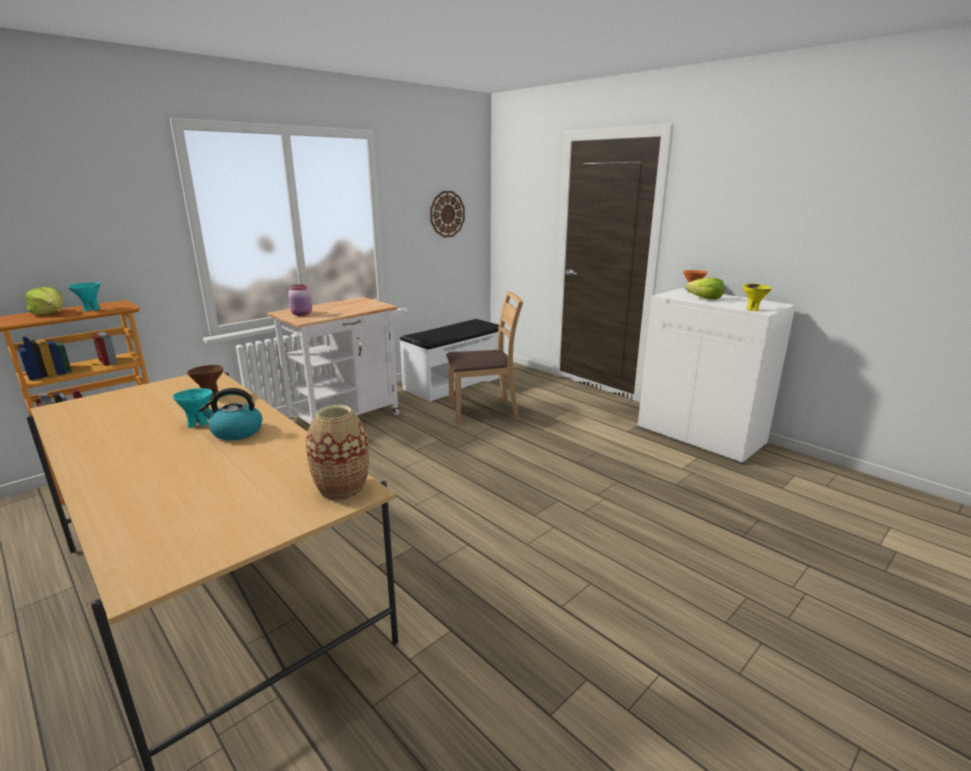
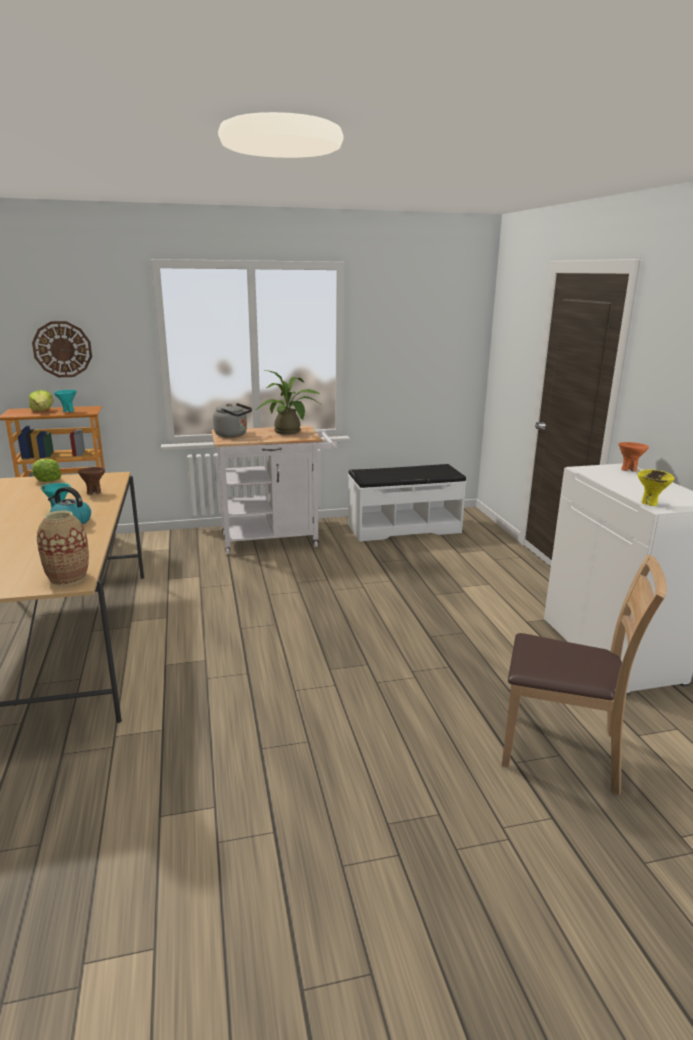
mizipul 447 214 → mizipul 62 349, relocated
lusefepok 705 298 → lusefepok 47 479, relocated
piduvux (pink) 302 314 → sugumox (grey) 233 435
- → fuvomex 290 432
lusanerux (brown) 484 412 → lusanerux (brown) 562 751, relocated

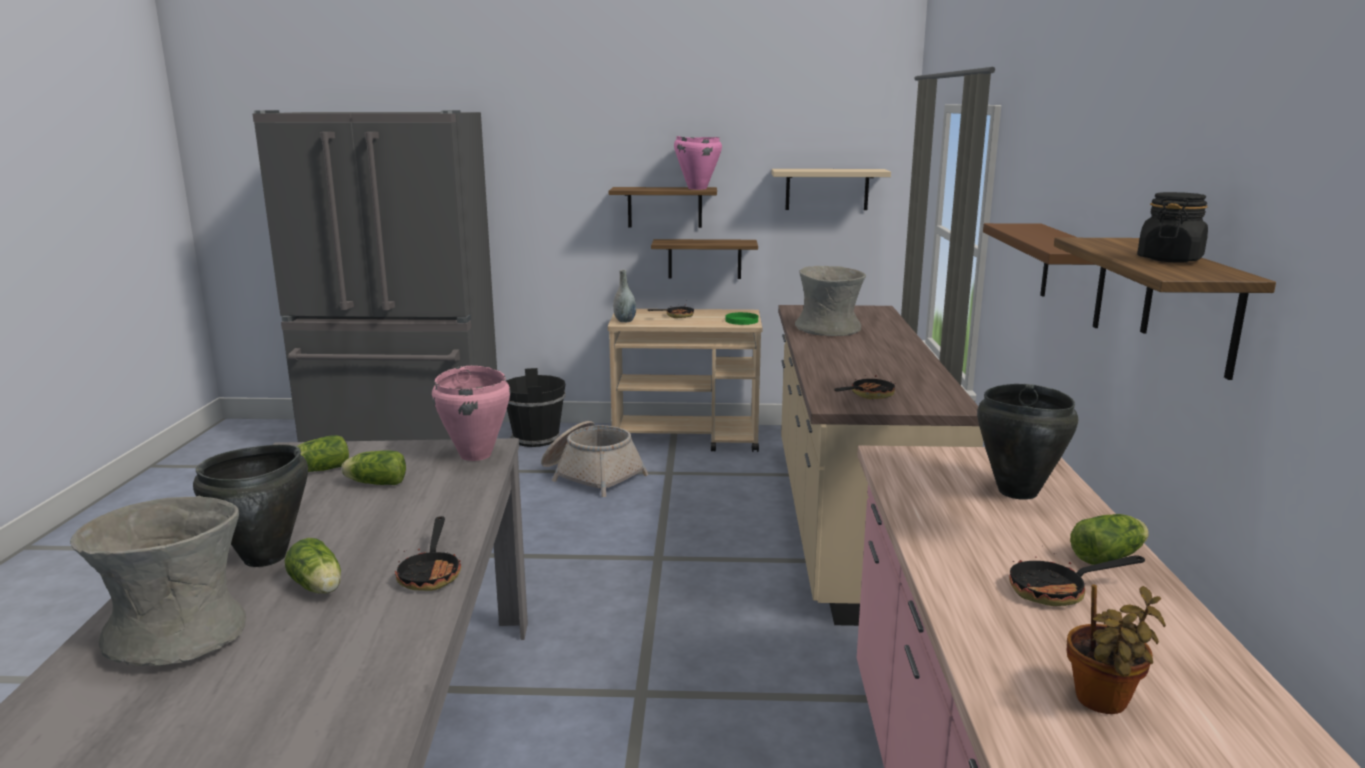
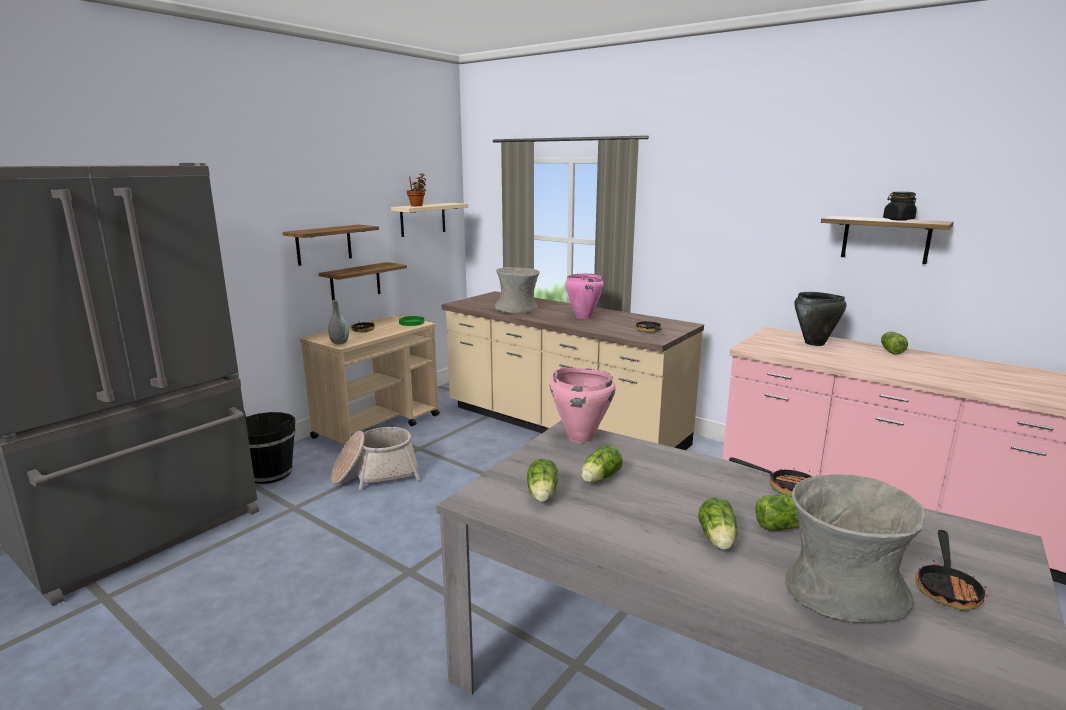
fuvomex 1103 703 → fuvomex 417 206, relocated
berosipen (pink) 697 188 → berosipen (pink) 583 316, relocated
berosipen (black) 265 558 → lusefepok 717 540
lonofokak 1057 591 → lonofokak 947 587, relocated
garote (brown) 1072 274 → -

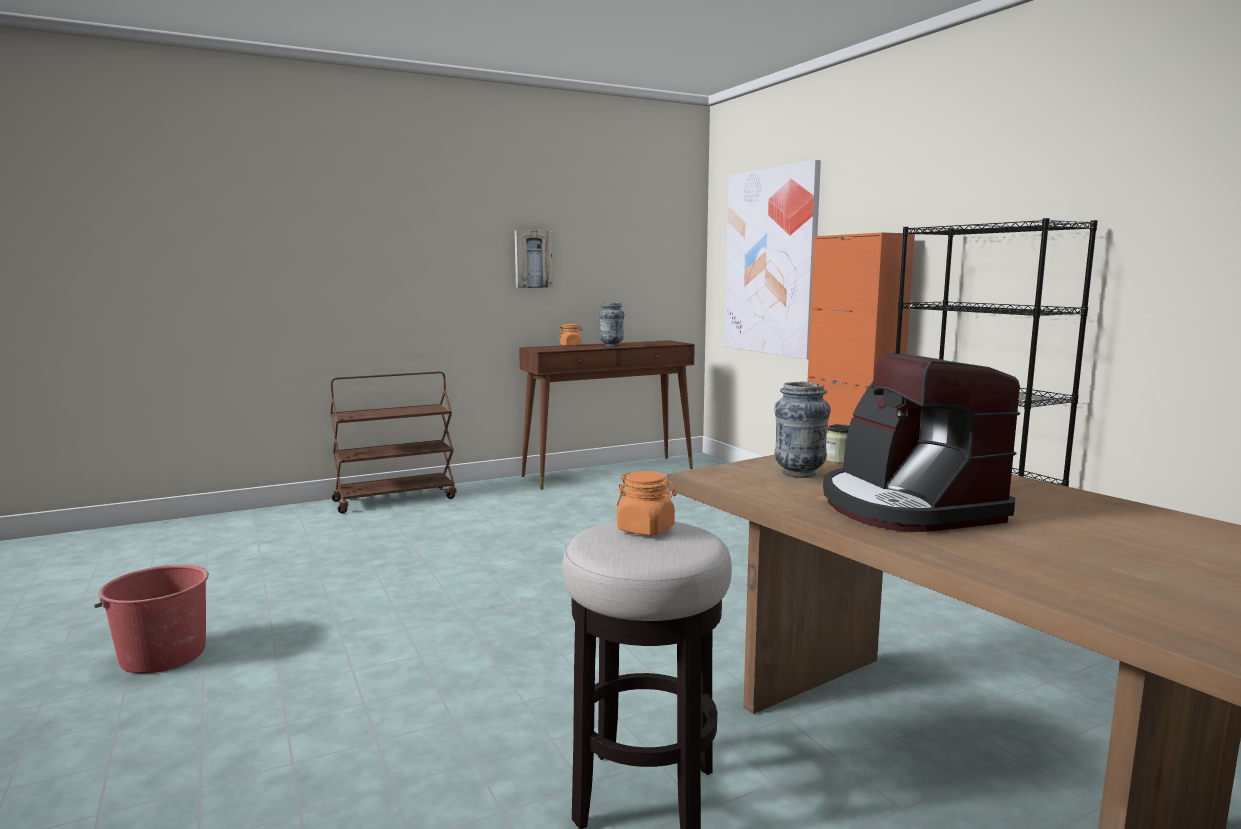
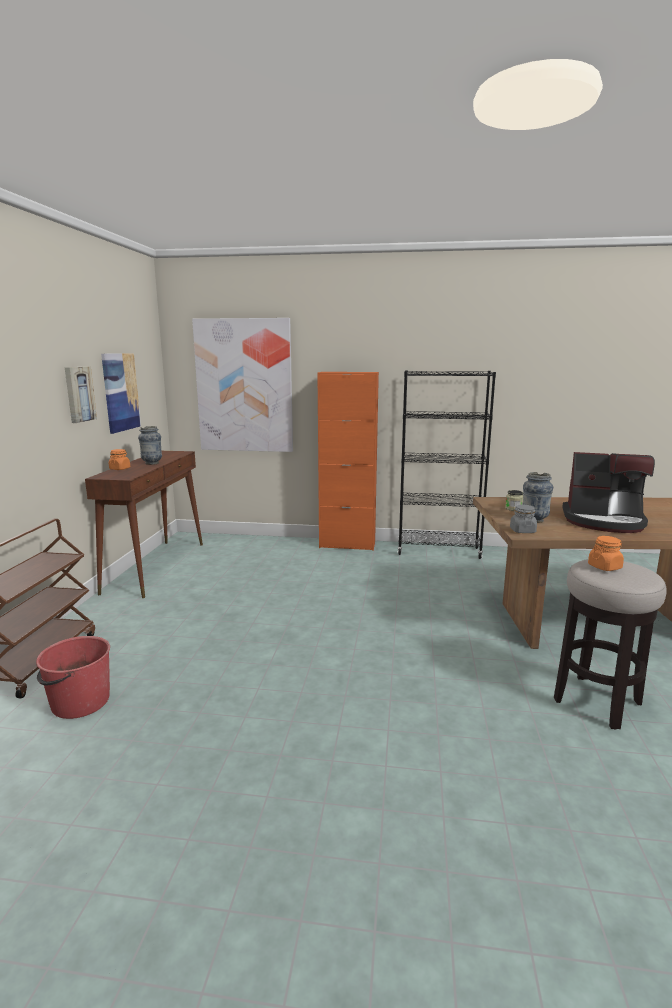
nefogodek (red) 162 655 → nefogodek (red) 79 702, relocated
- → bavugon 120 392
- → piduvux (grey) 522 531

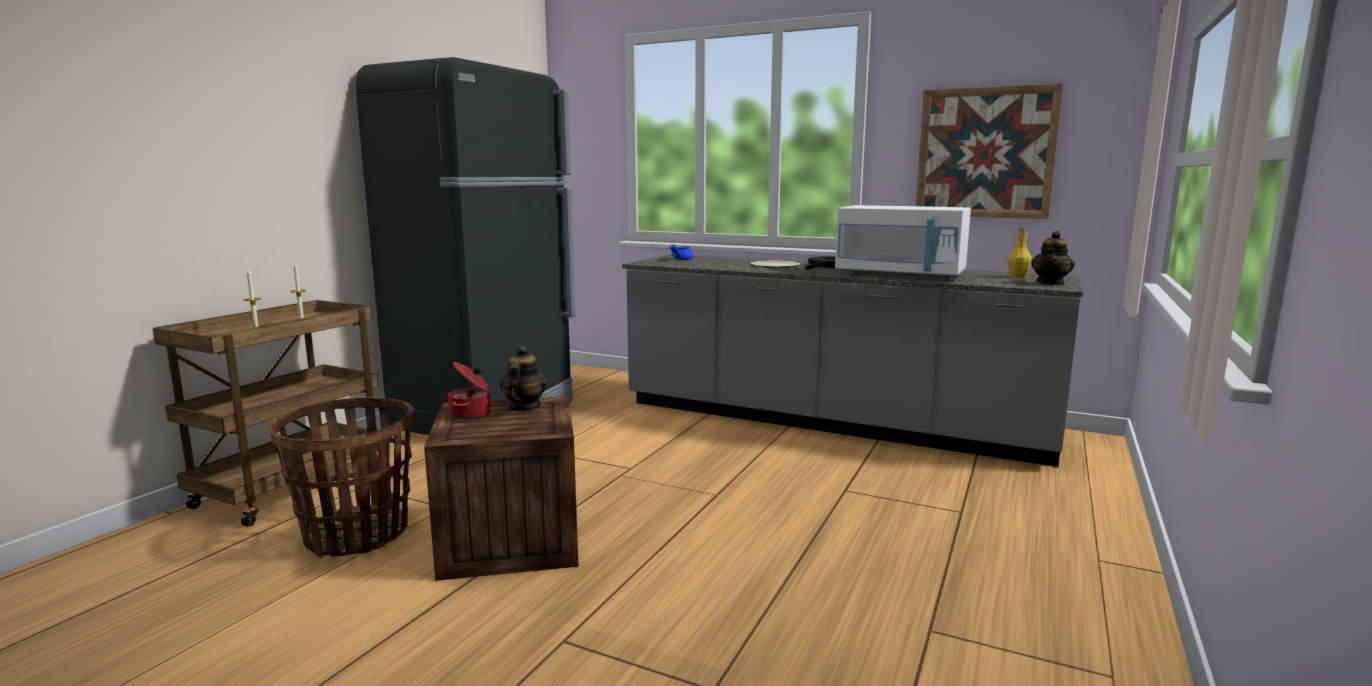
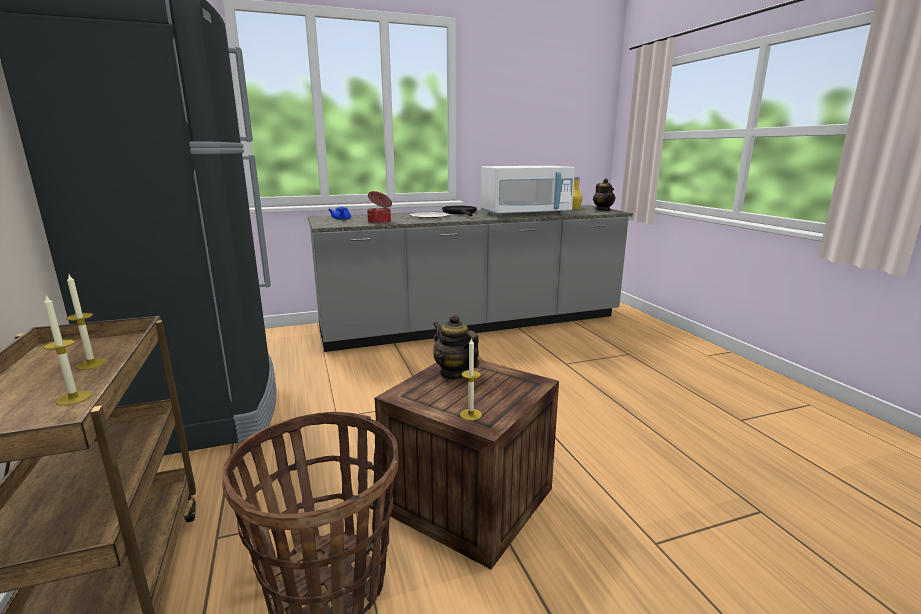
berosipen 471 414 → berosipen 380 222, relocated
- → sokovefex 470 414
bavugon 985 153 → -

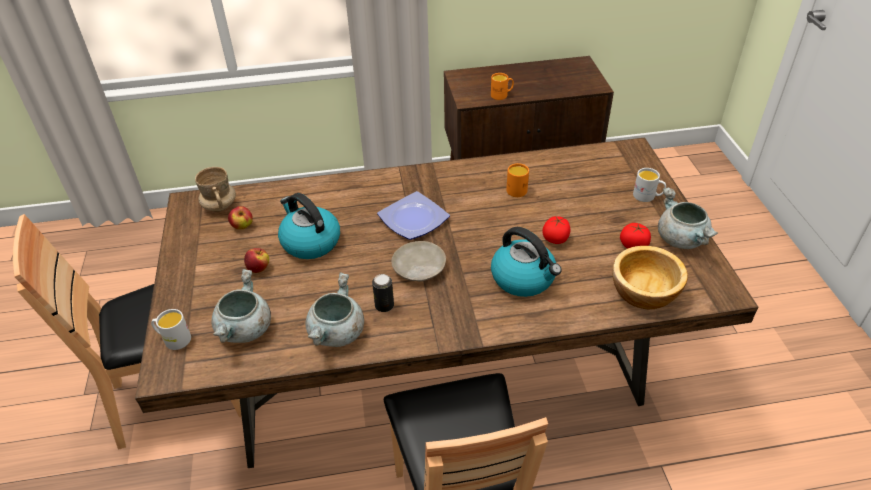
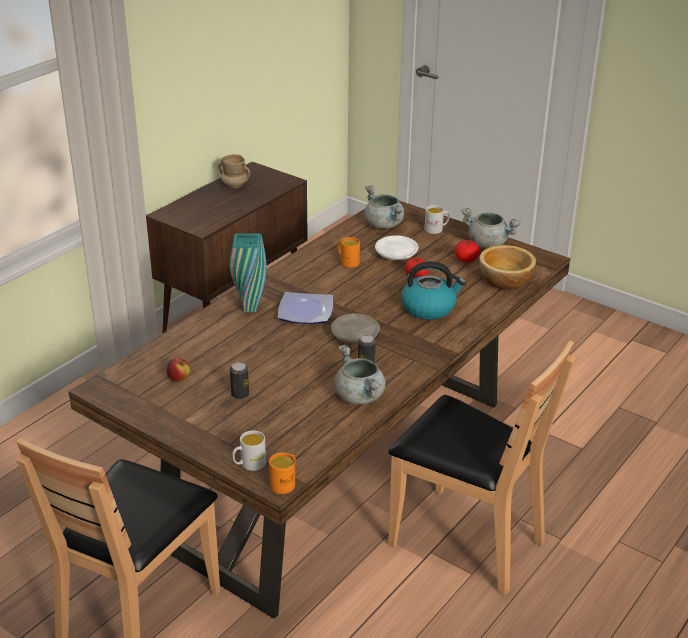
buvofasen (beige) 220 206 → buvofasen (beige) 235 185, relocated
- → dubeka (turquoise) 250 308
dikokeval 259 268 → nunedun 240 395
buvofasen (orange) 502 95 → buvofasen (orange) 285 483, relocated
berosipen (grey) 245 330 → berosipen (grey) 384 225, relocated
- → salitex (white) 396 254
sugumox 310 242 → -

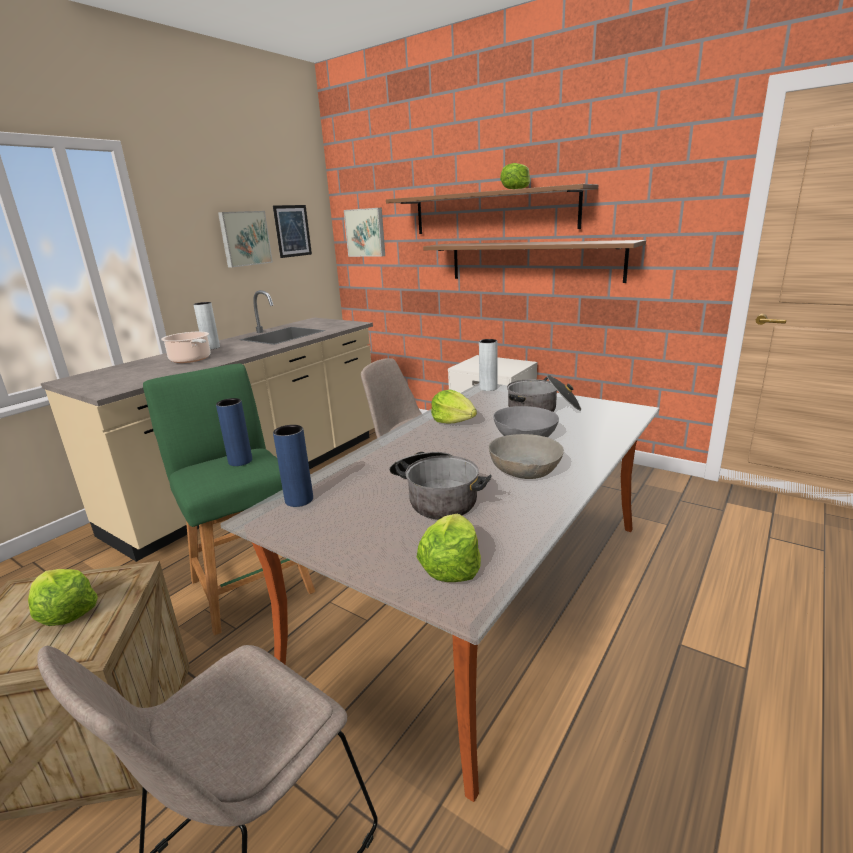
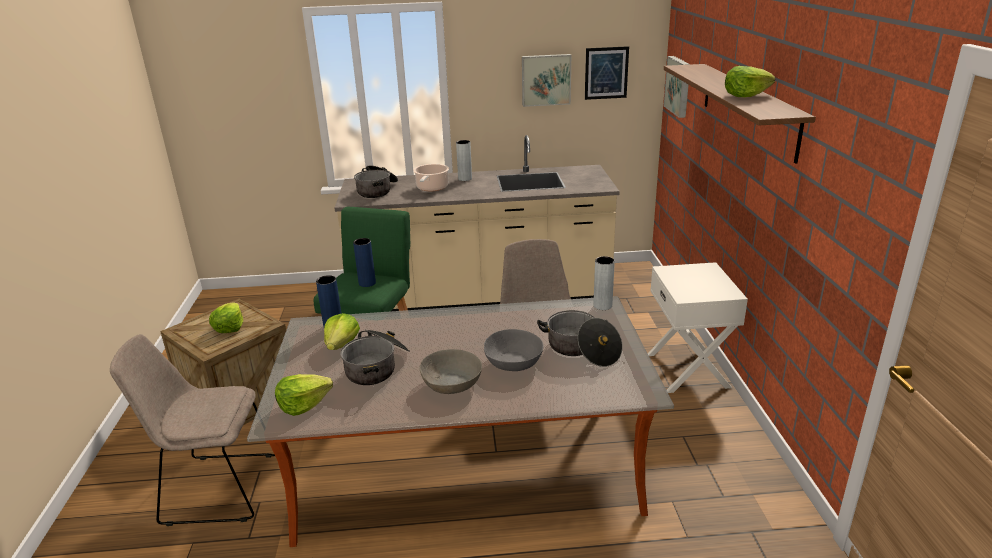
lusefepok 453 421 → lusefepok 342 344, relocated
- → berosipen 377 190
garote 533 261 → -

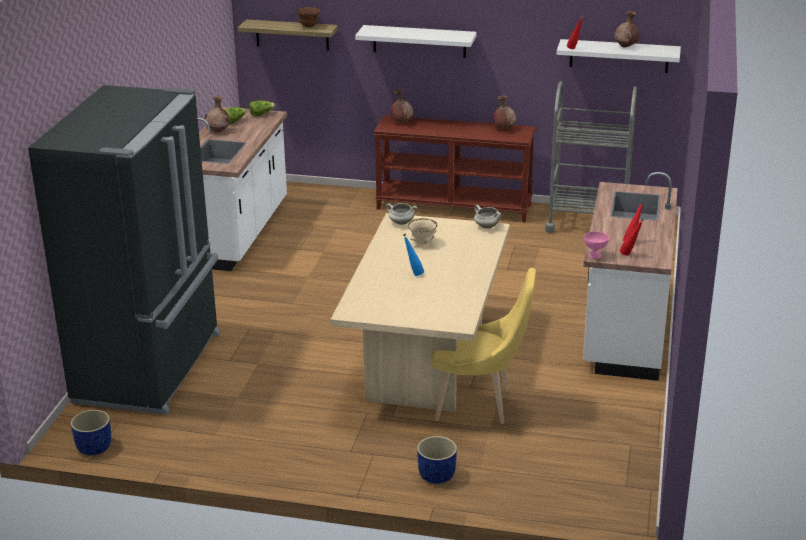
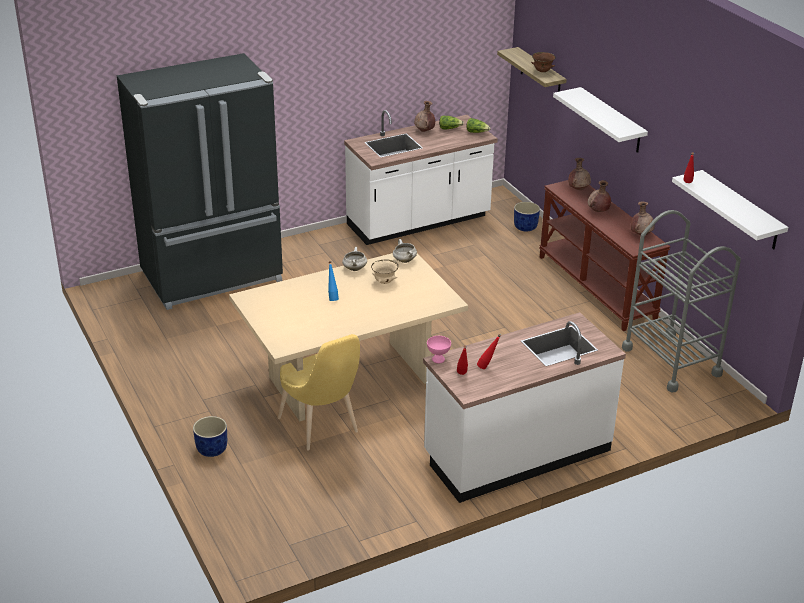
berosipen (white) 486 226 → berosipen (white) 354 268, relocated
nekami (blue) 94 448 → nekami (blue) 525 227, relocated
dubeka (brown) 626 47 → dubeka (brown) 598 211, relocated

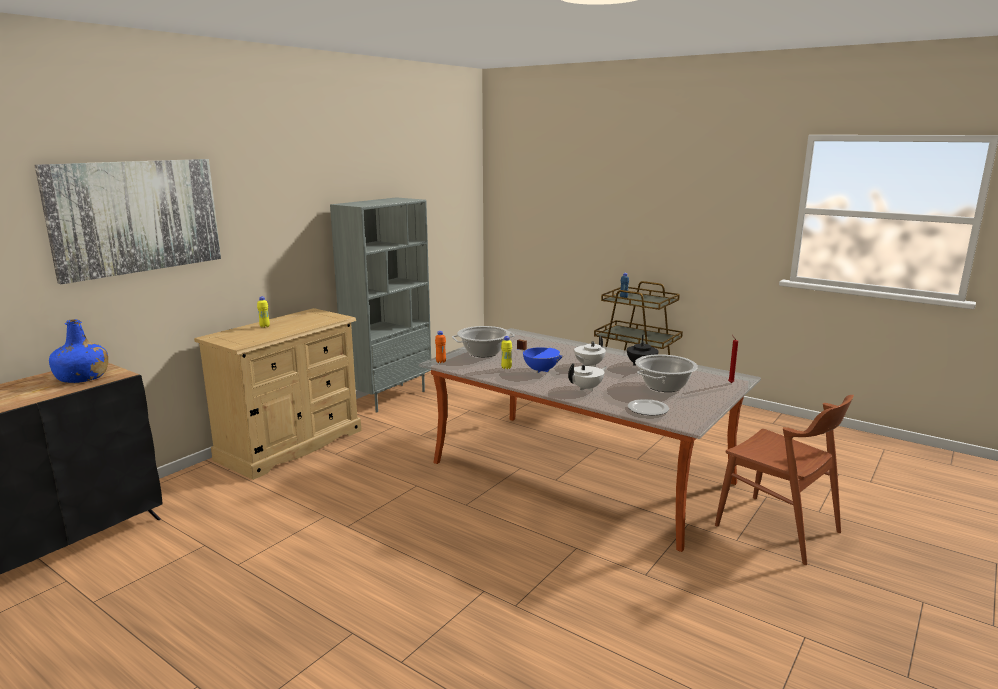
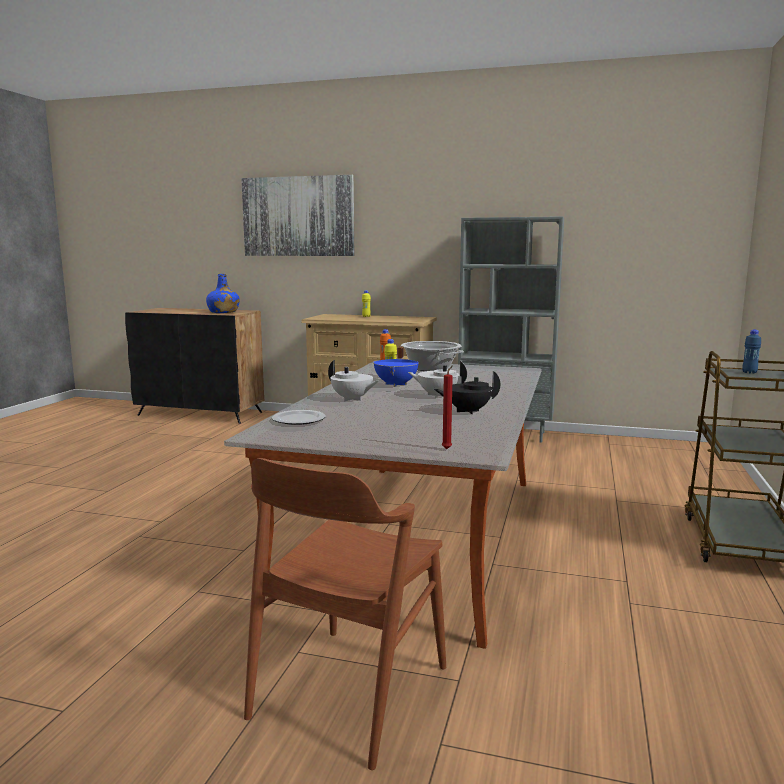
berosipen 664 386 → -

